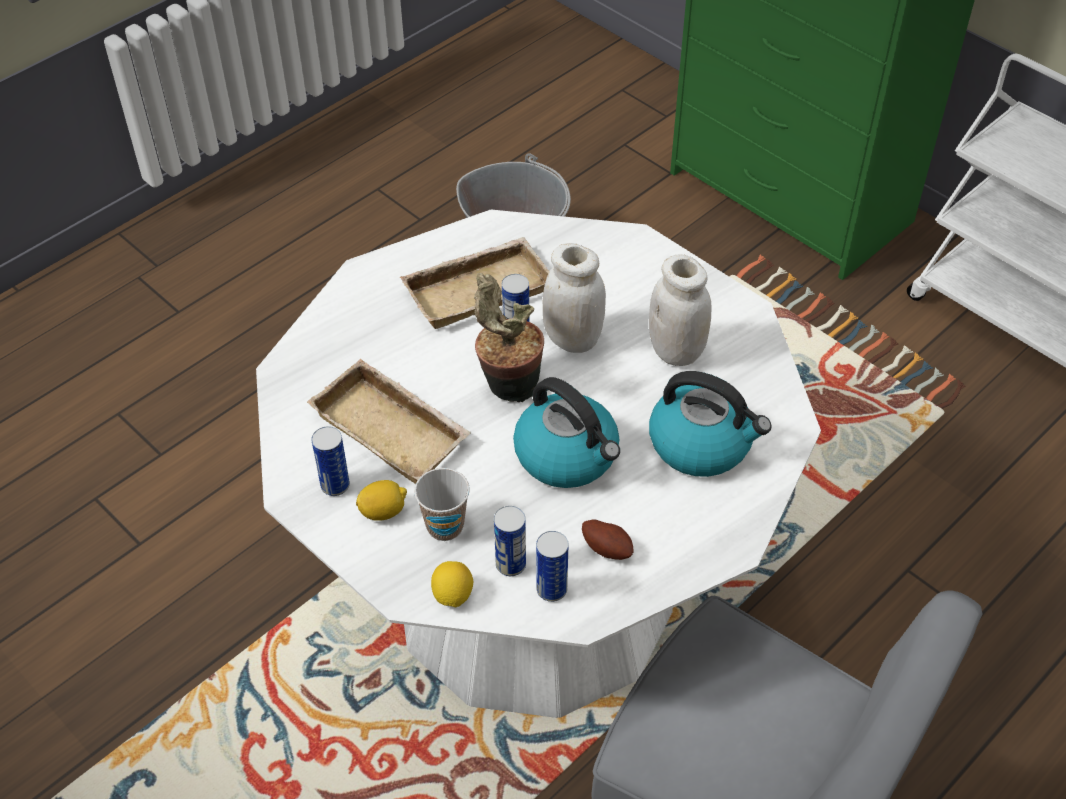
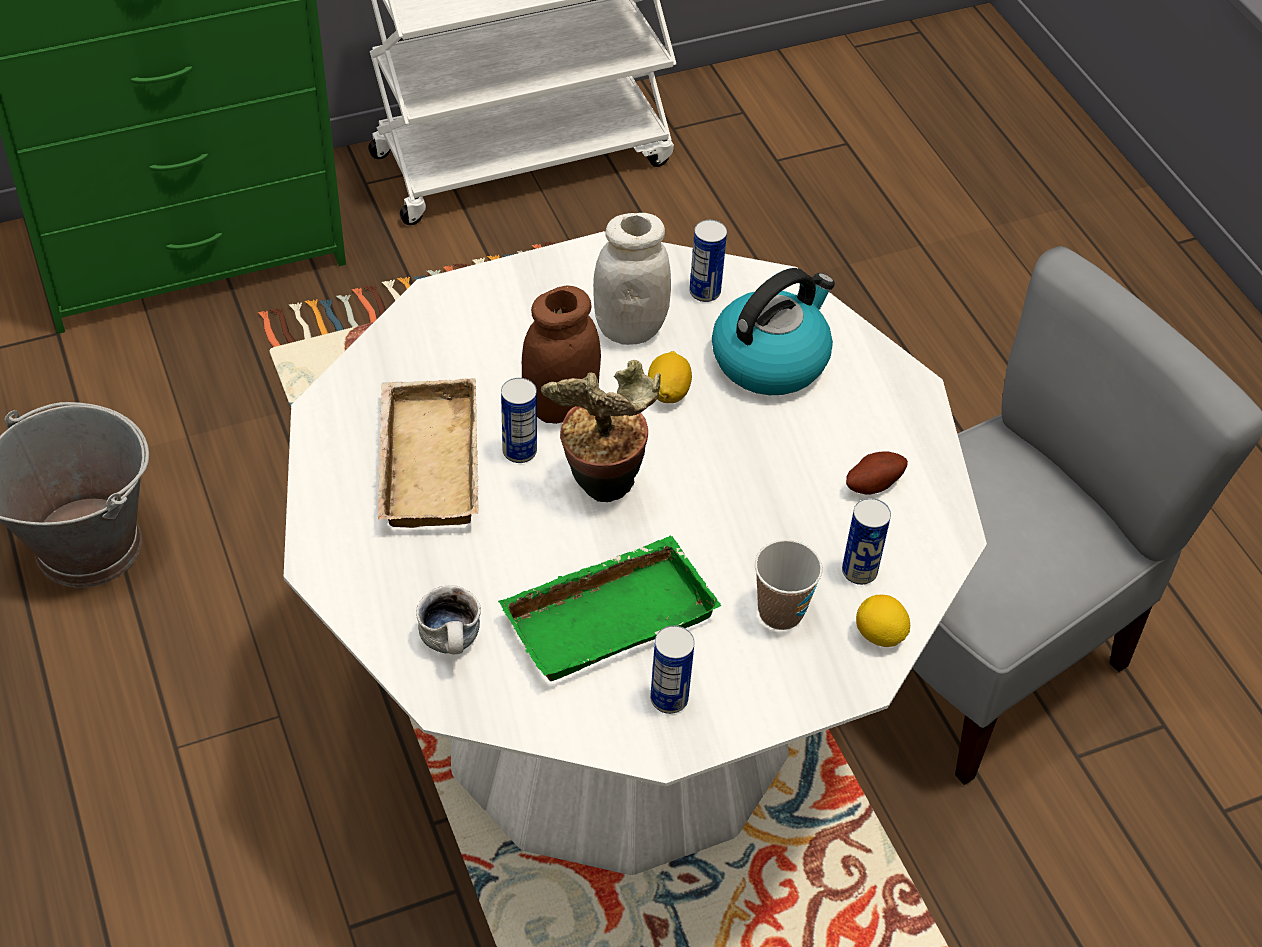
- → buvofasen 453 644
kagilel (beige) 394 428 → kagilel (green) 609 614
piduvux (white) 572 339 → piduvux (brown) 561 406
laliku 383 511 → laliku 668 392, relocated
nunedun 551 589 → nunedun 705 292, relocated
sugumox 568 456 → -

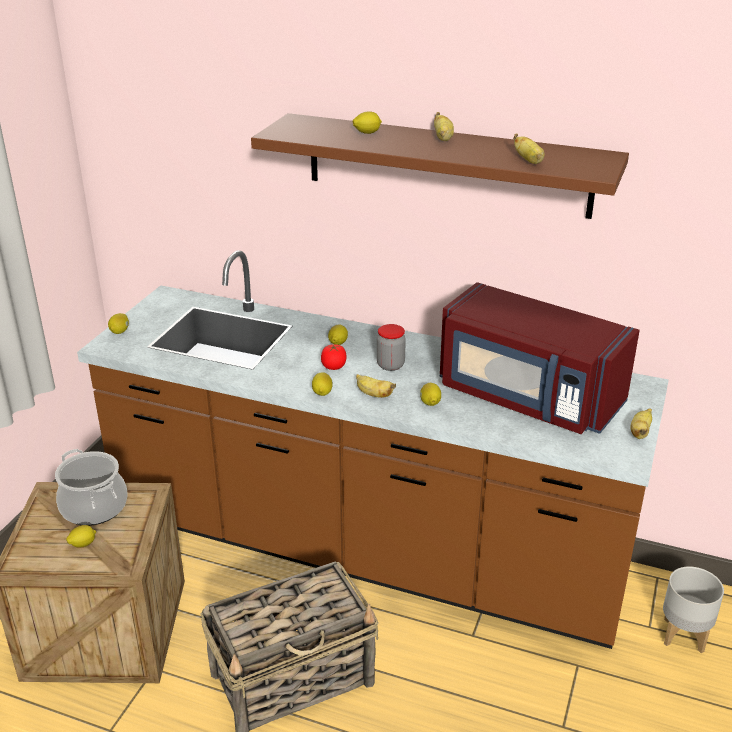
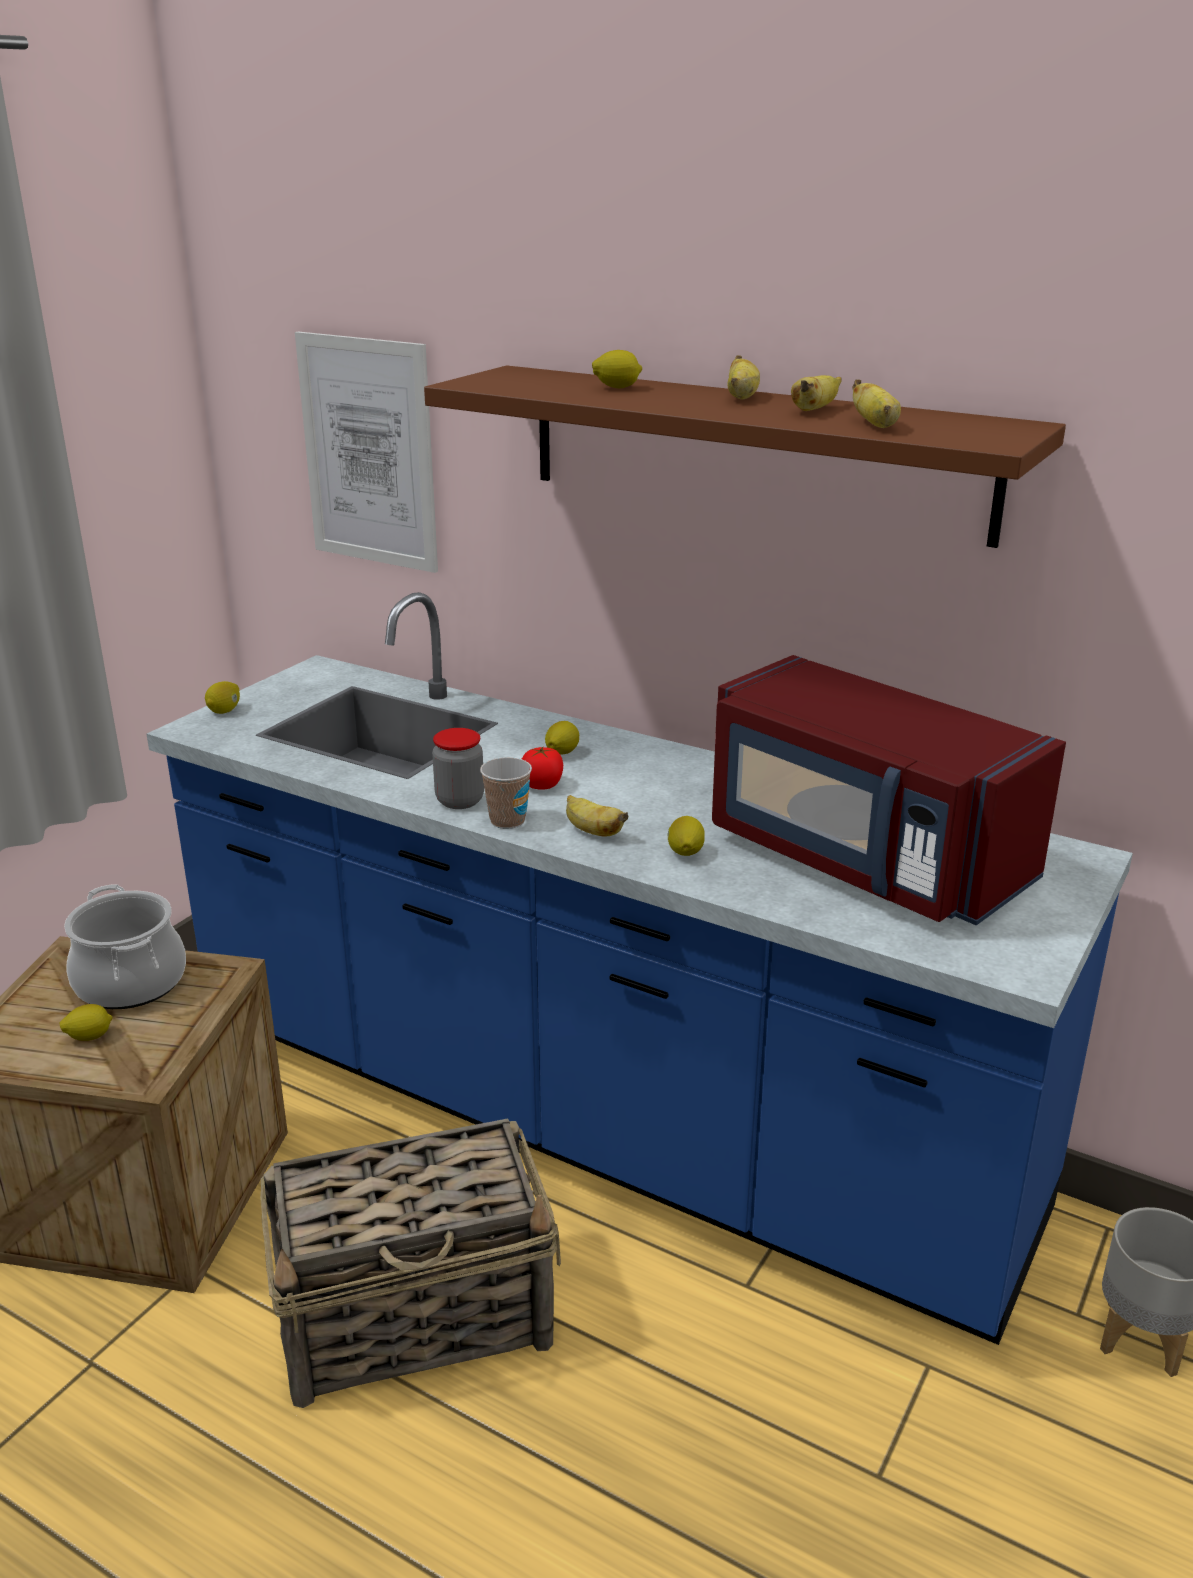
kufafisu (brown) 366 551 → kufafisu (blue) 596 1120
- → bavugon 368 452
piduvux 390 365 → piduvux 460 801, relocated
laliku 322 392 → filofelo 507 821
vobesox 640 432 → vobesox 813 410, relocated

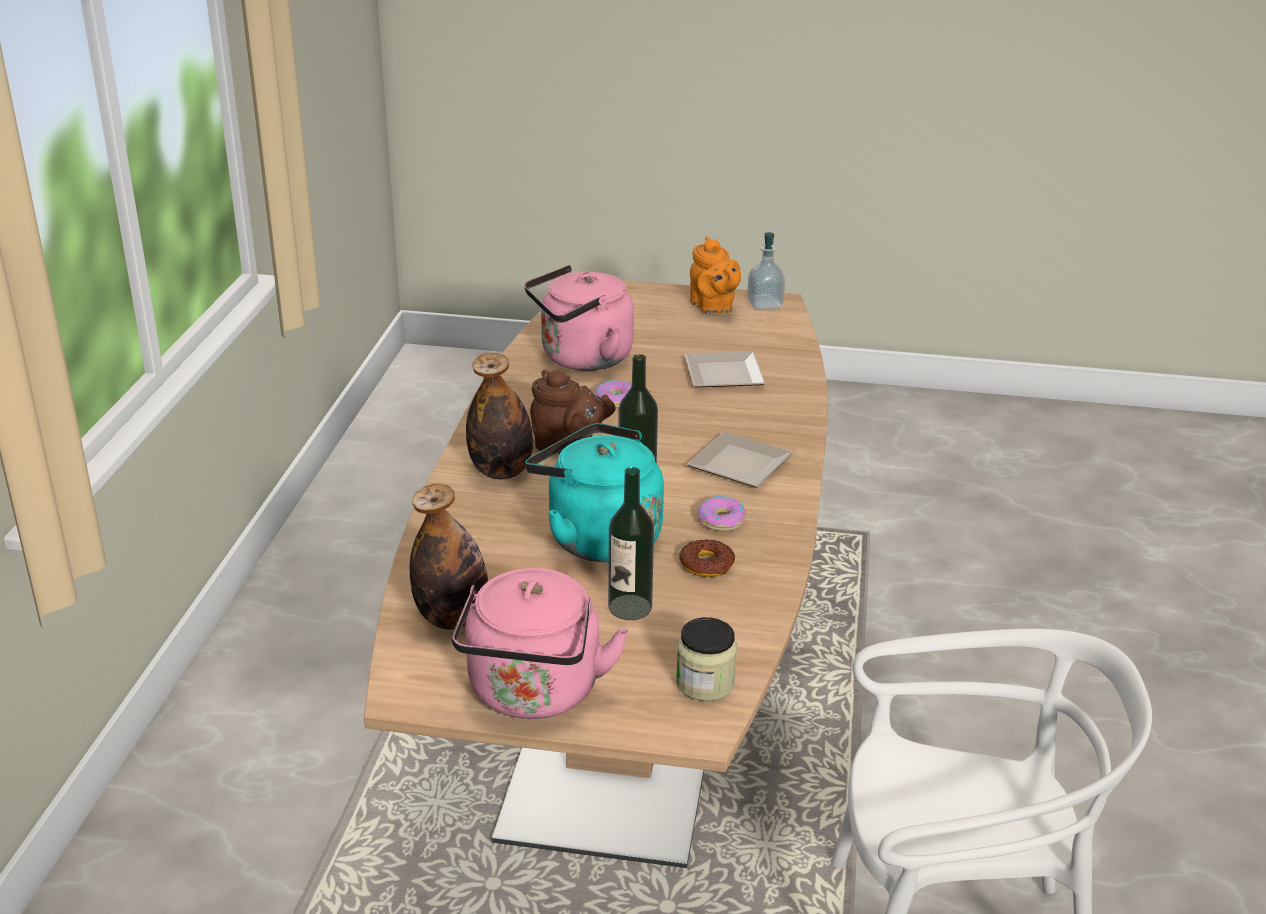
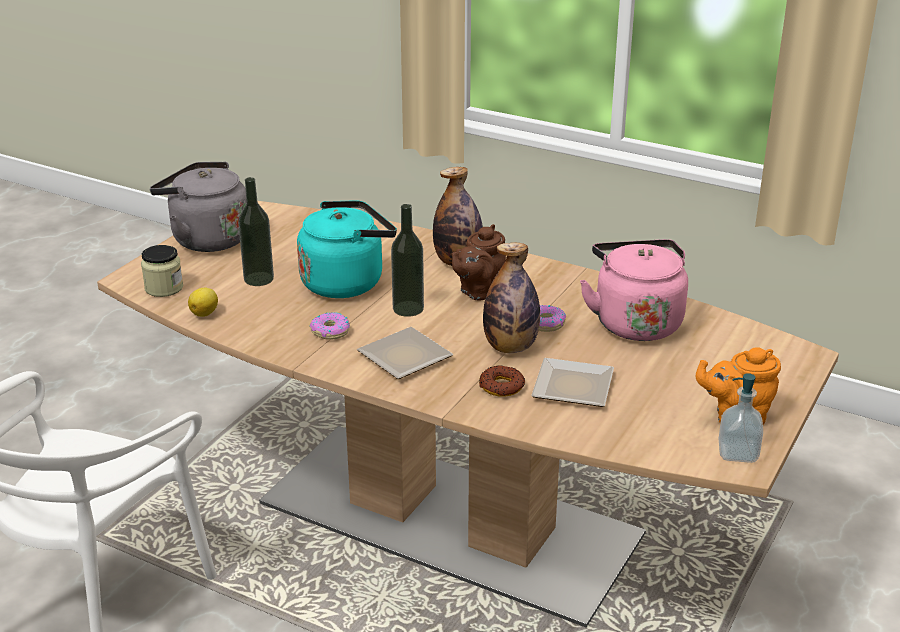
sugumox (pink) 534 694 → sugumox (grey) 206 239
- → laliku 205 313
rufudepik 707 564 → rufudepik 501 386, relocated
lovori 452 618 → lovori 510 347, relocated

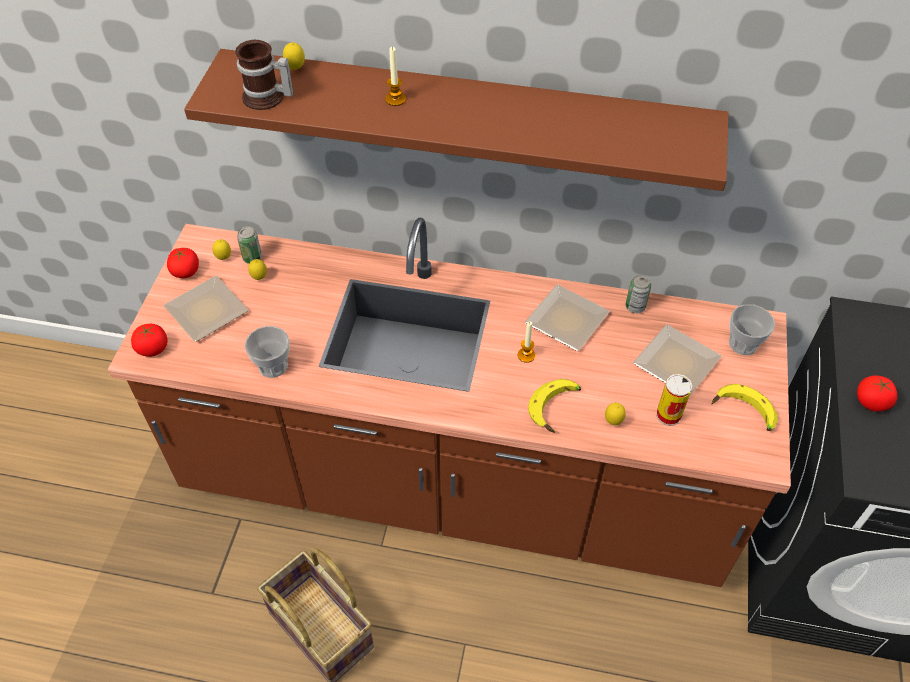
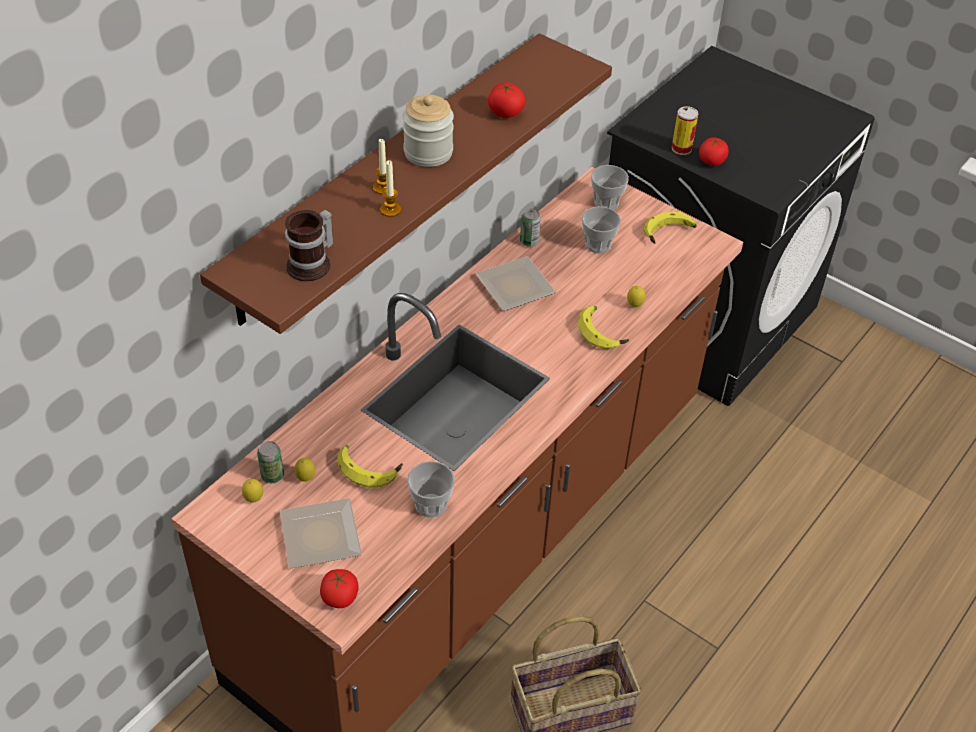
- → vobesox 369 468
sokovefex 526 355 → sokovefex 390 210, relocated
- → piduvux 428 152
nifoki 186 272 → nifoki 505 113, relocated
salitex 675 360 → filofelo 598 244
nunedun 668 415 → nunedun 681 148, relocated
laliku 295 69 → -

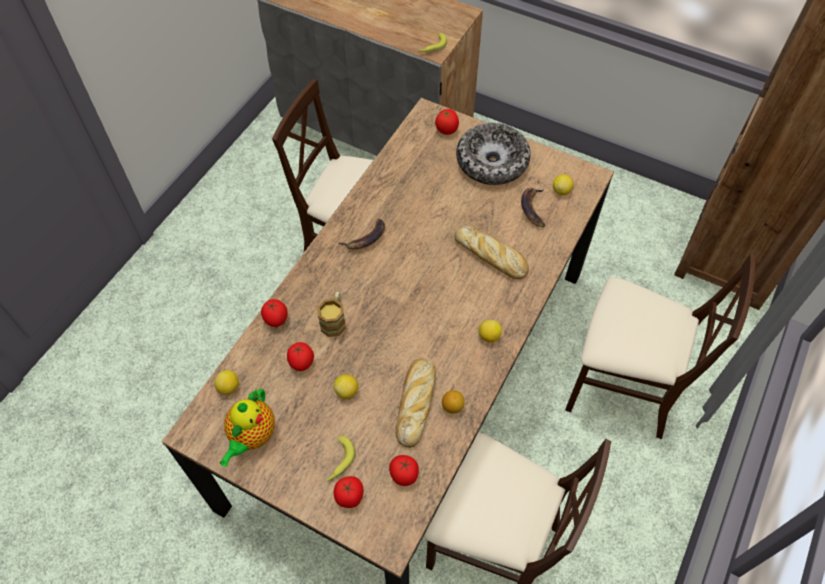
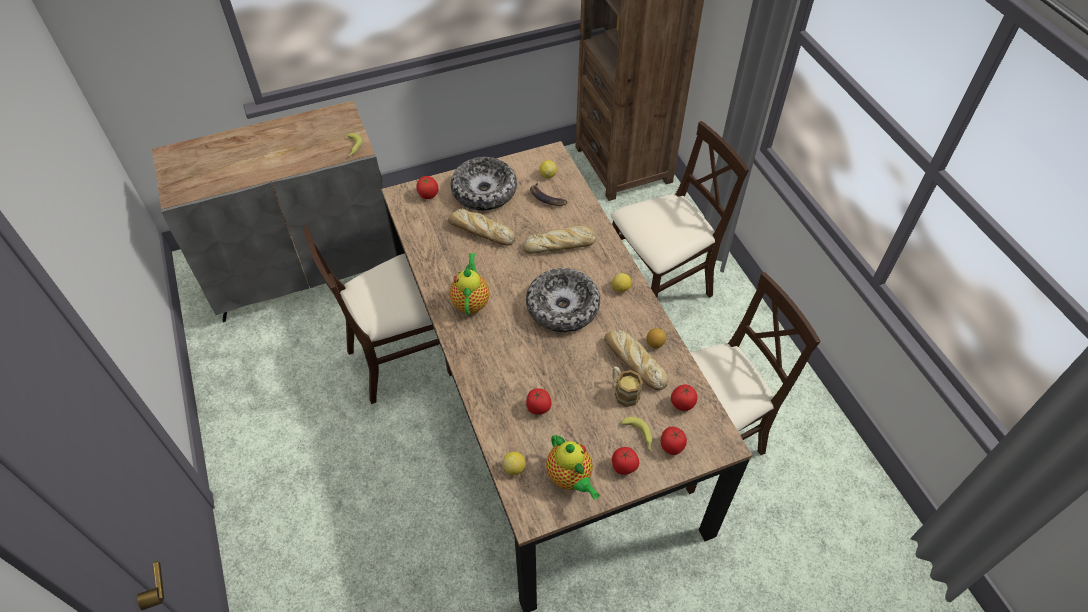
- → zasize 480 231
vobesox 366 238 → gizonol 471 302
- → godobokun 562 307
nifoki 276 320 → nifoki 624 467, relocated
buvofasen 334 320 → buvofasen 623 392, relocated
laliku 347 391 → -

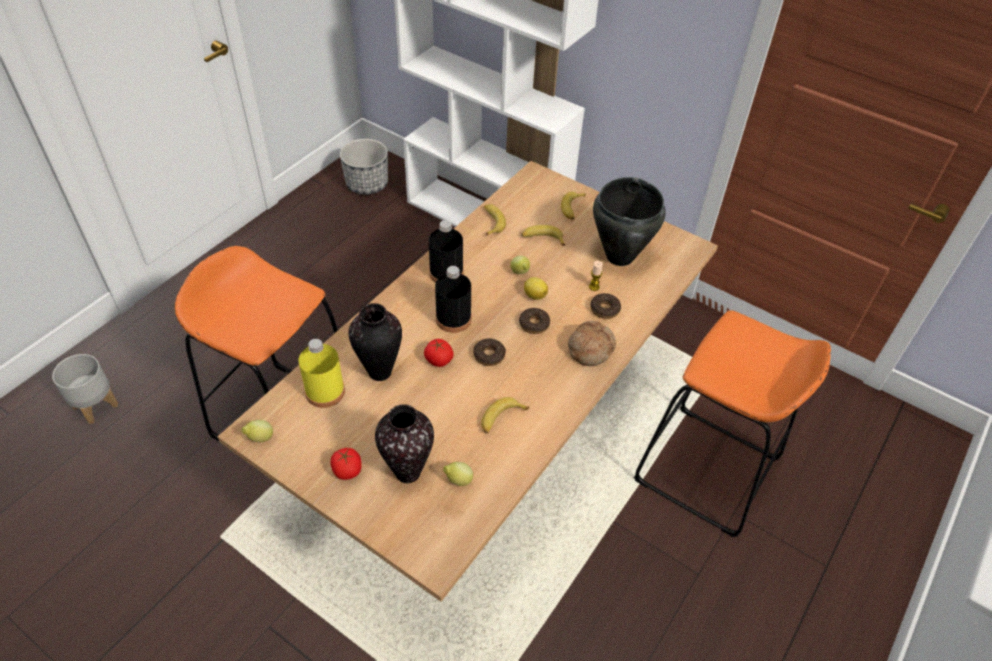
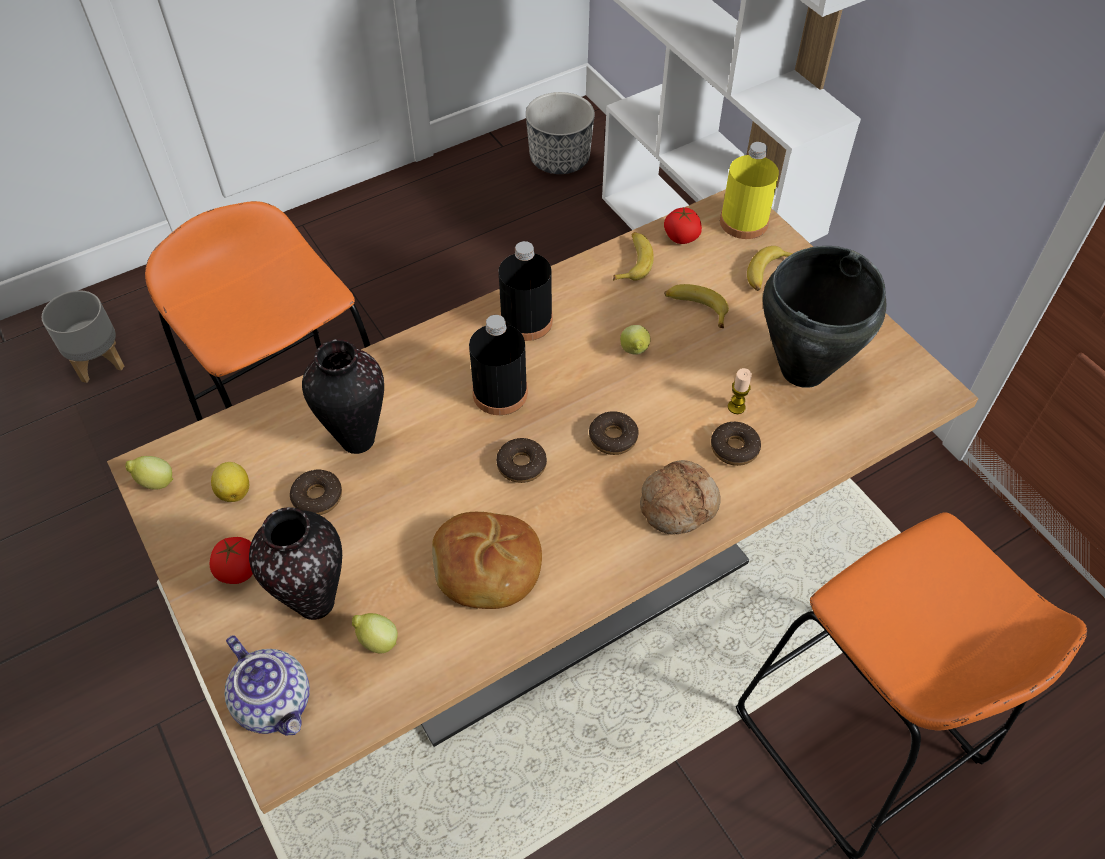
laliku 534 295 → laliku 234 491, relocated
- → gizonol 275 702
- → rufudepik 317 497
vobesox 501 419 → zasize 487 569
nifoki 439 360 → nifoki 681 237, relocated
lovori (yellow) 325 392 → lovori (yellow) 744 222, relocated

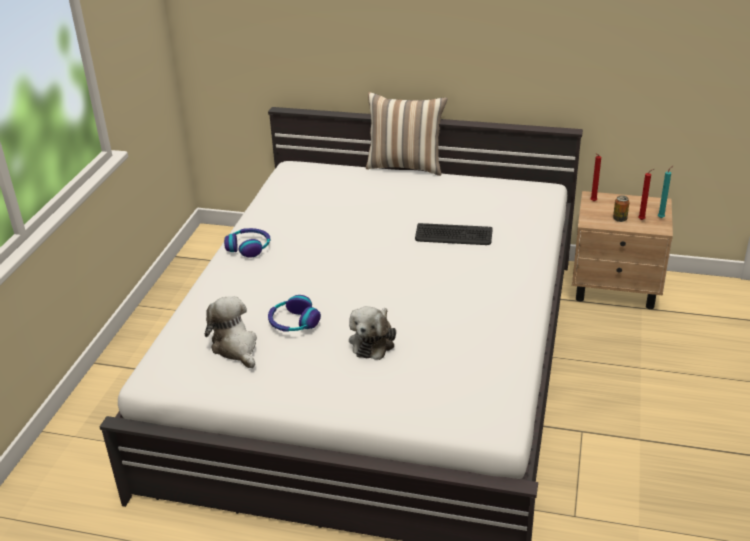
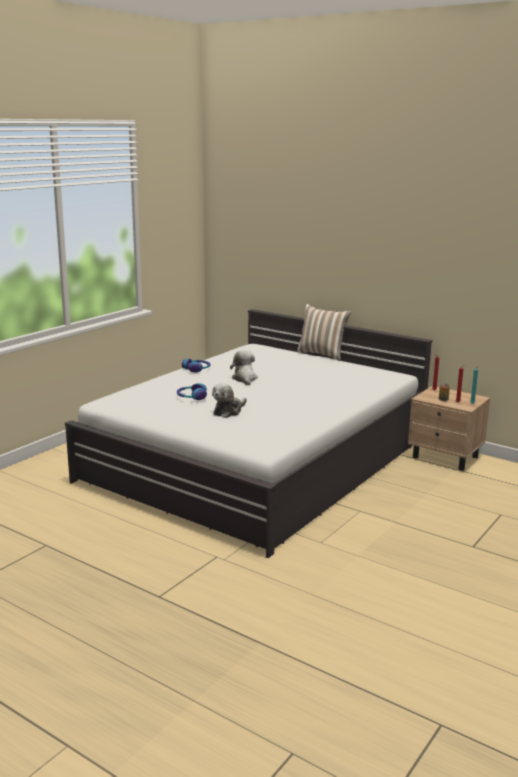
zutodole 236 347 → zutodole 245 379, relocated
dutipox 453 236 → -

